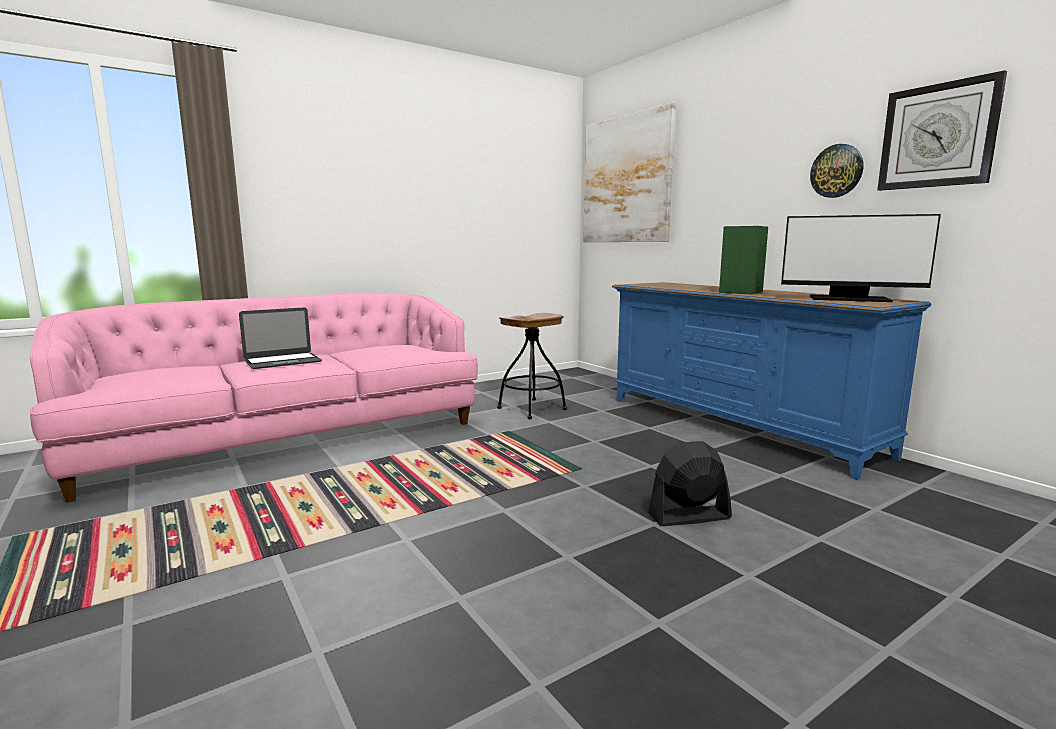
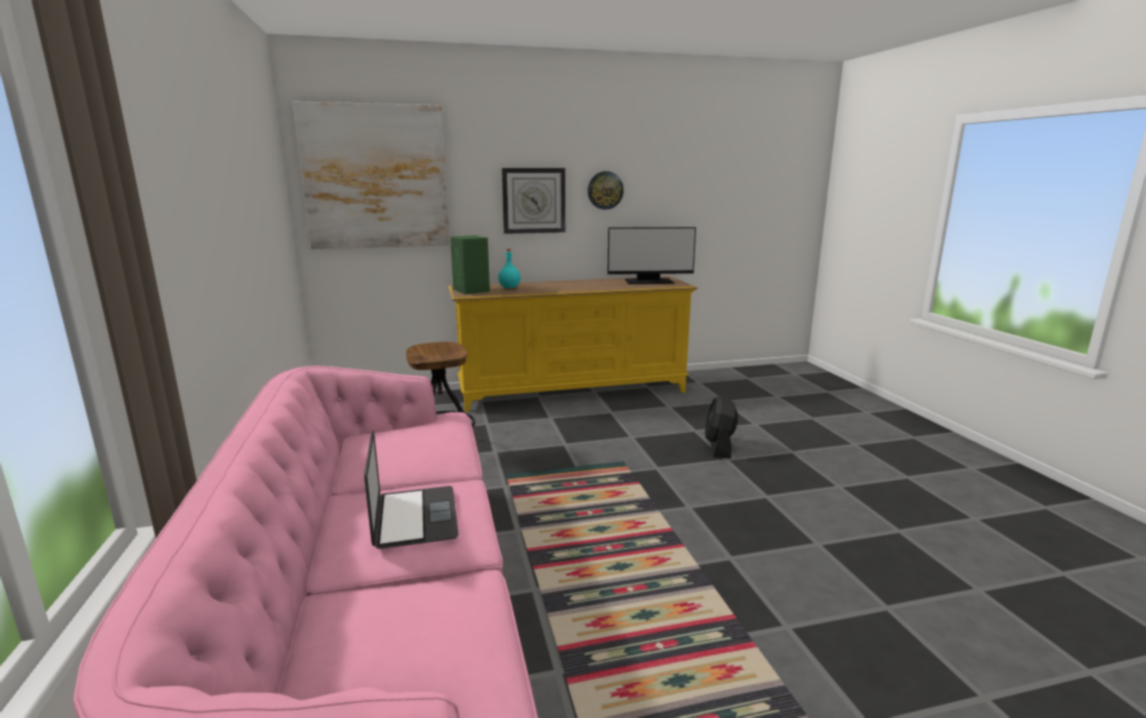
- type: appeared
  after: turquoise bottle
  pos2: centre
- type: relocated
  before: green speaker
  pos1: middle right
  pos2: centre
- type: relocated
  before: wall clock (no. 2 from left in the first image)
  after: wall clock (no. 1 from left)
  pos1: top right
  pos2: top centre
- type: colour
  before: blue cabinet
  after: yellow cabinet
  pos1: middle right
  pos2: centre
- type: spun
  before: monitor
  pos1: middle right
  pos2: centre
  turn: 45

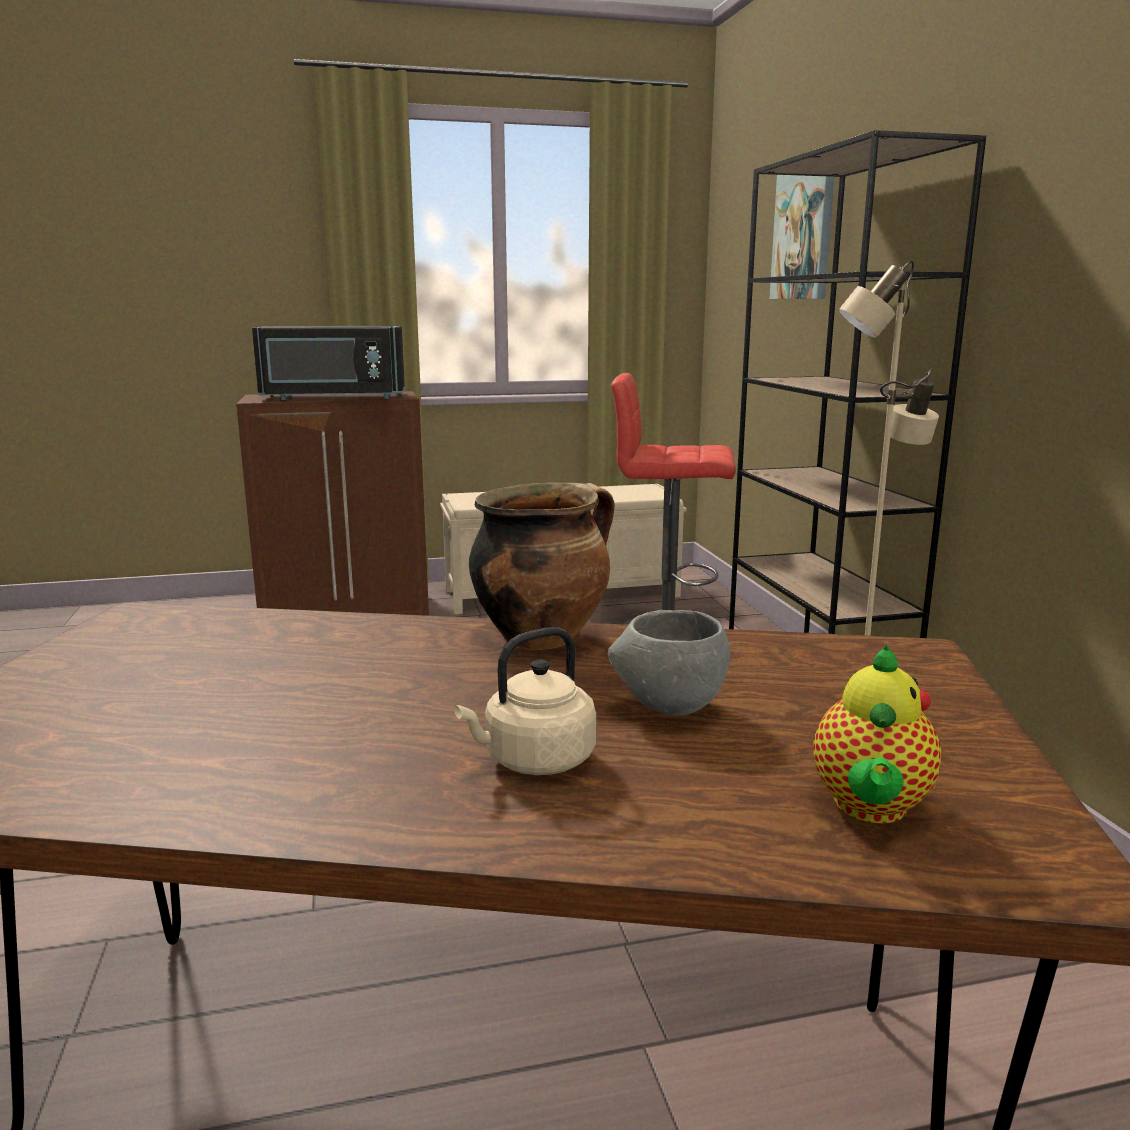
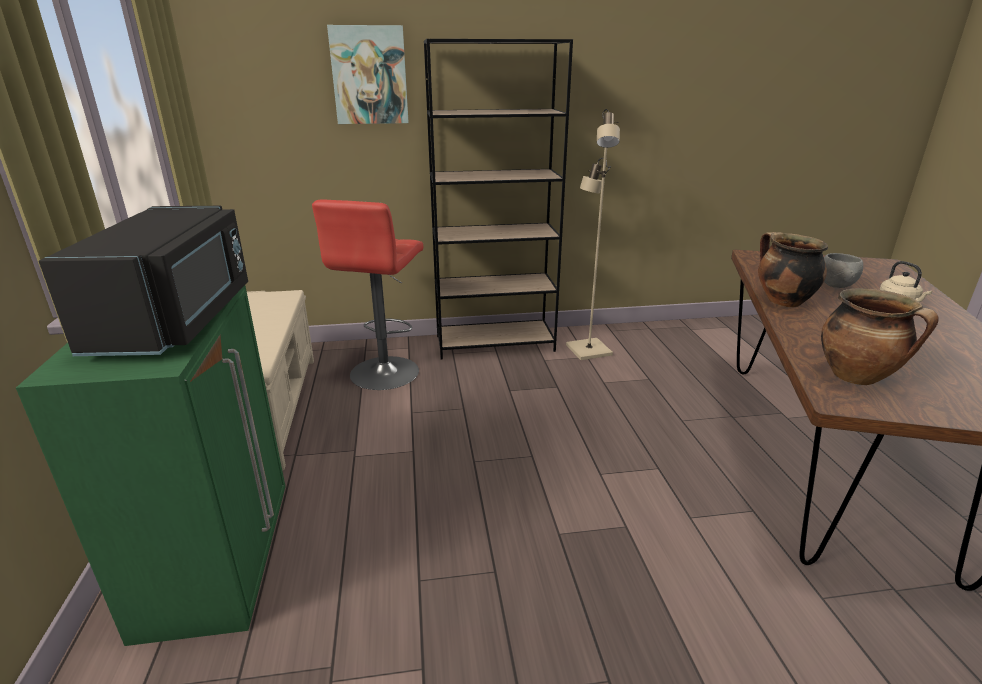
- type: missing
  before: teapot
  pos1: middle right
- type: appeared
  after: cooking pot (no. 2 from left)
  pos2: middle right
- type: colour
  before: brown cabinet
  after: green cabinet
  pos1: middle left
  pos2: bottom left

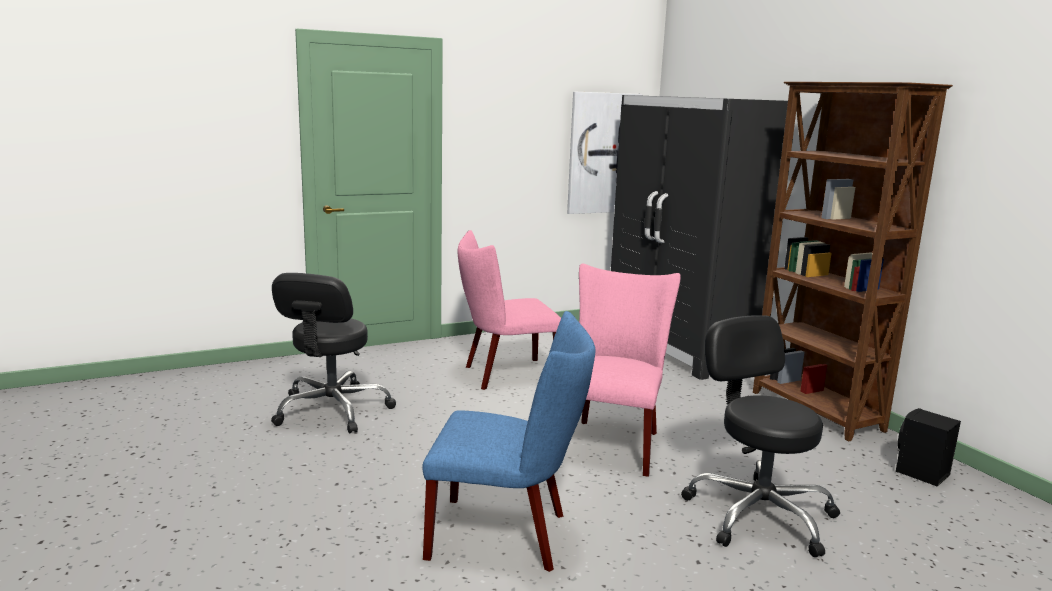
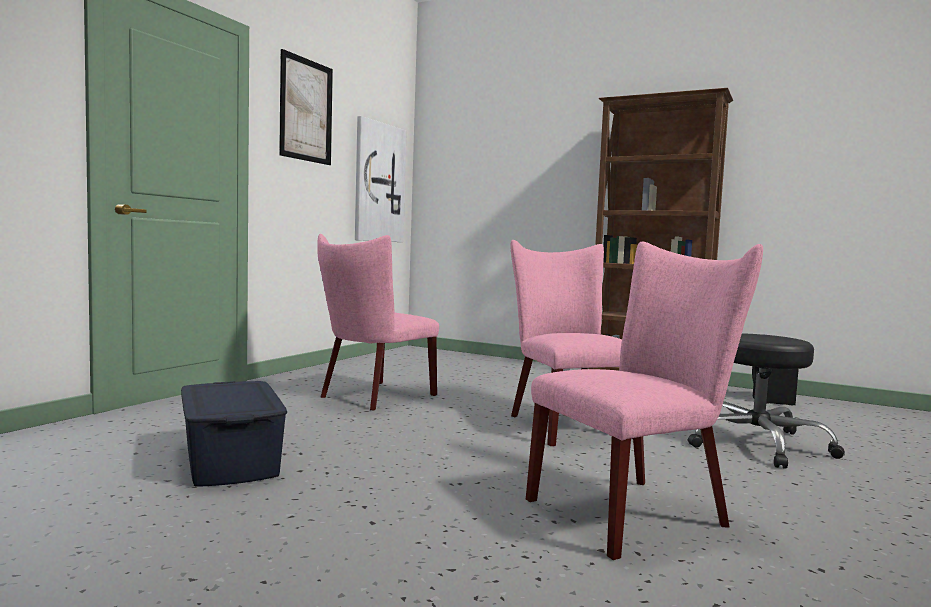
- type: missing
  before: black cabinet
  pos1: centre
- type: appeared
  after: picture (no. 1 from left)
  pos2: top left
- type: exchanged
  before: black office chair (no. 1 from left)
  after: blue storage box
  pos1: middle left
  pos2: bottom left
- type: colour
  before: blue chair
  after: pink chair (no. 3 from left)
  pos1: bottom centre
  pos2: middle right

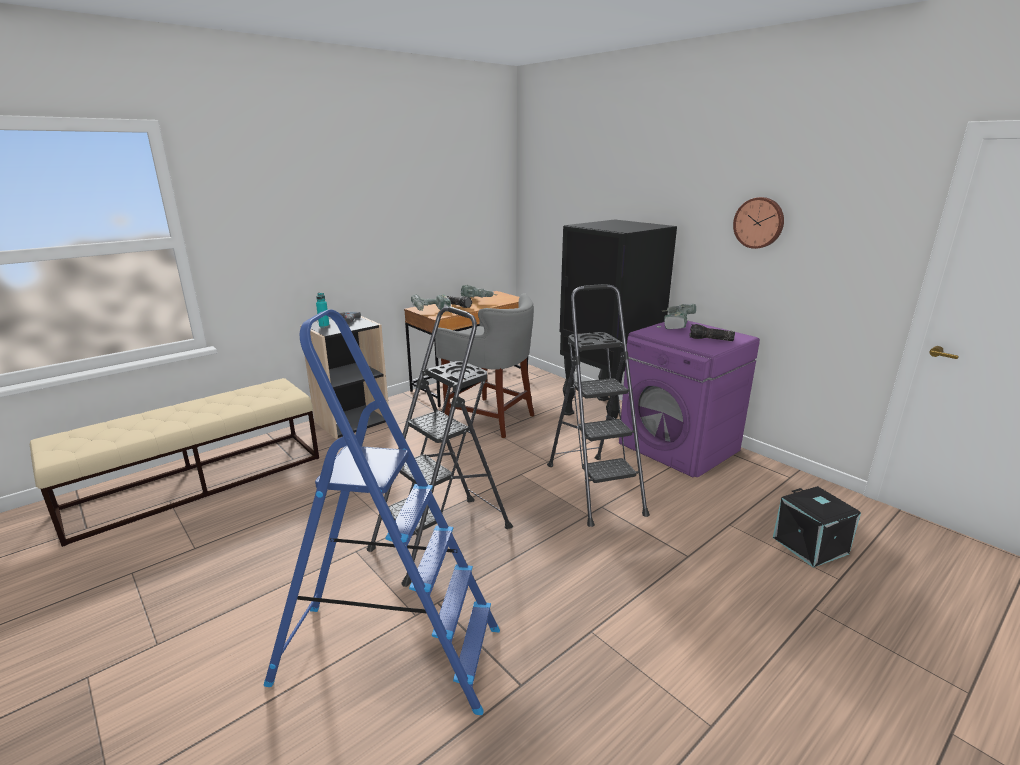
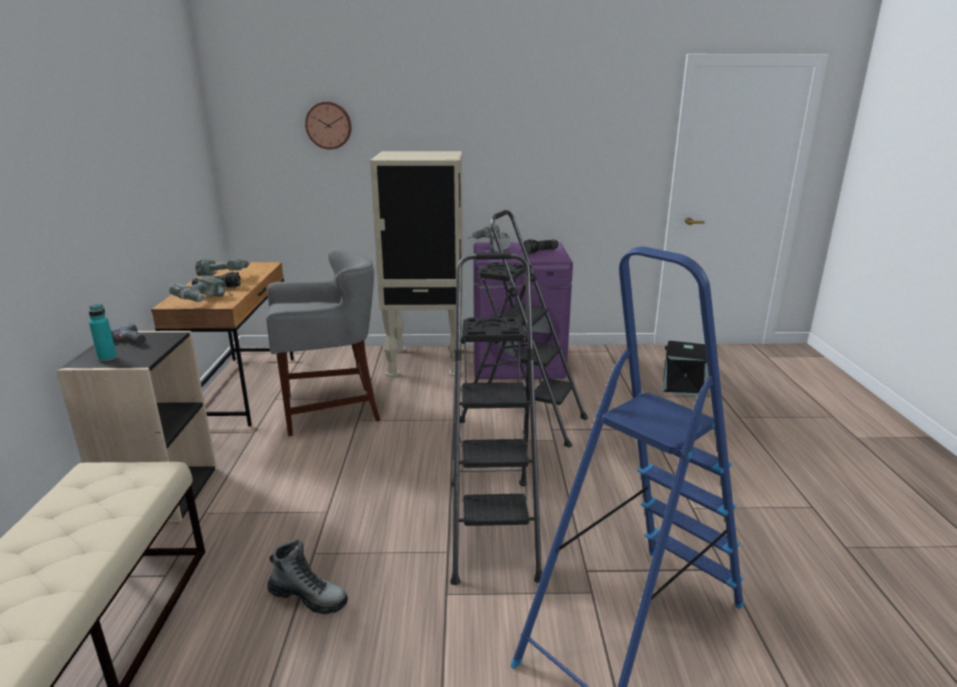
- type: appeared
  after: boot
  pos2: bottom left
- type: relocated
  before: wall clock
  pos1: top right
  pos2: top centre
- type: colour
  before: black cabinet
  after: beige cabinet
  pos1: centre
  pos2: centre

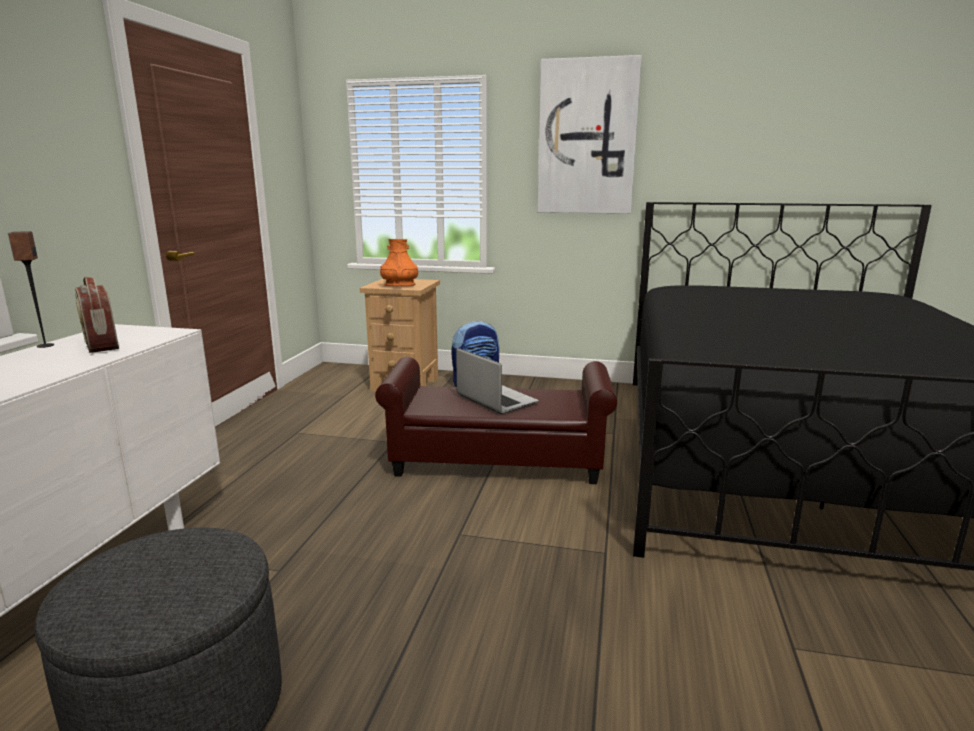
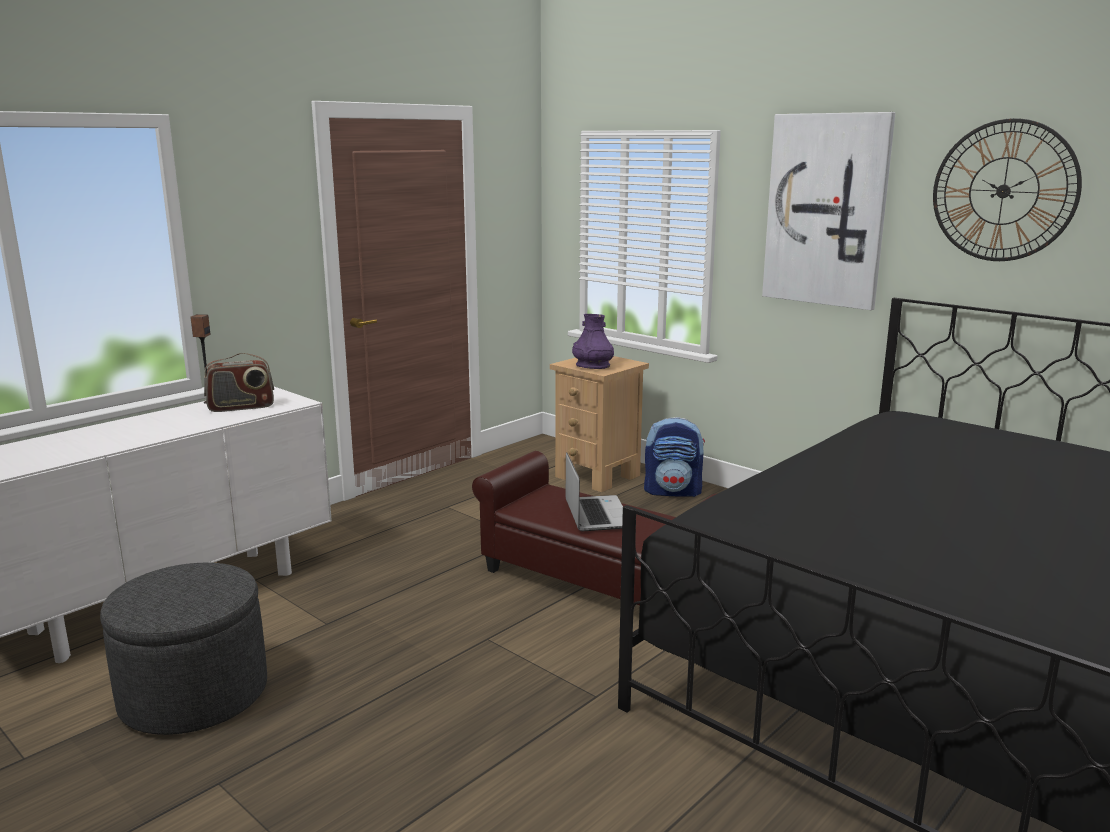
- type: appeared
  after: wall clock
  pos2: top right
- type: colour
  before: orange vase
  after: purple vase
  pos1: centre
  pos2: centre
- type: spun
  before: radio
  pos1: middle left
  pos2: middle left
  turn: -105

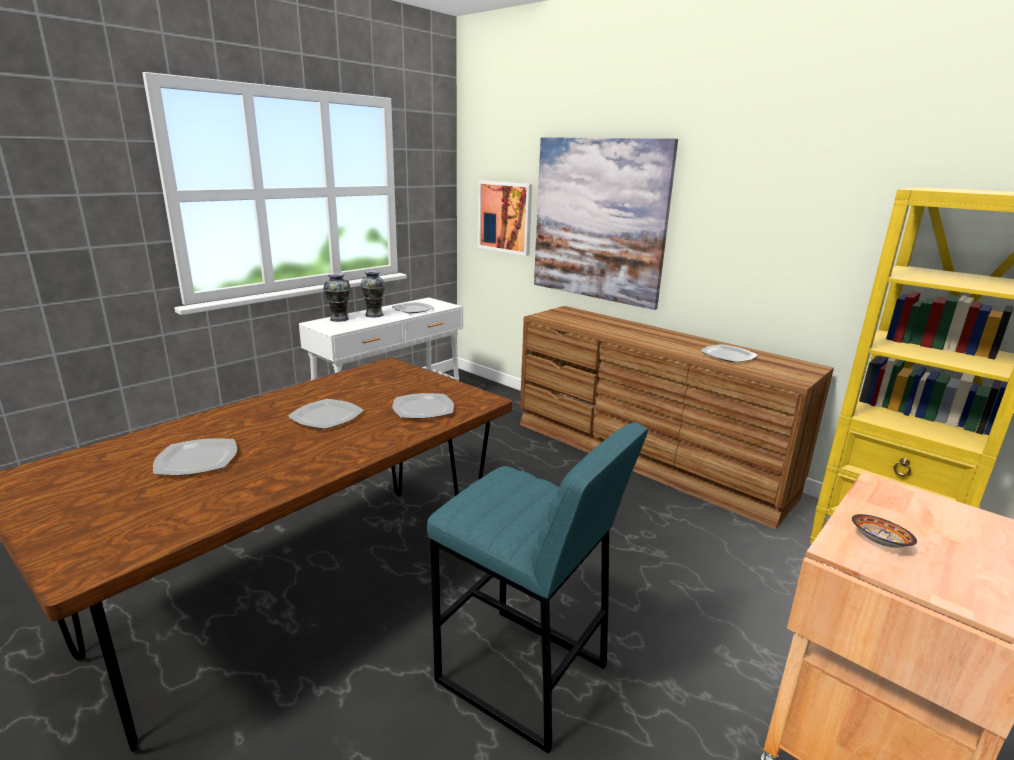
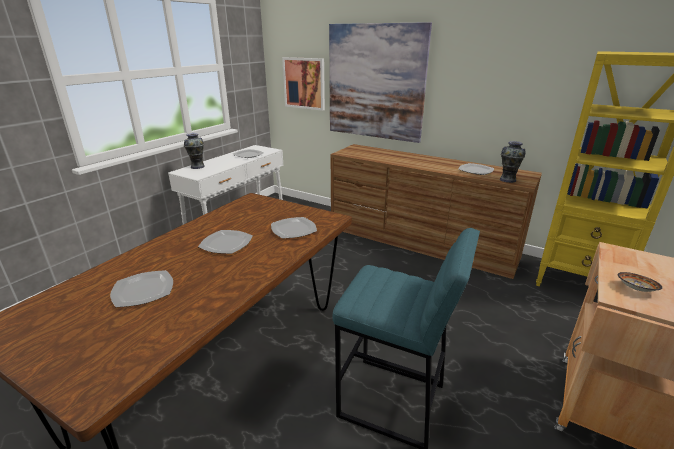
- type: relocated
  before: vase (no. 2 from left)
  pos1: centre
  pos2: middle right

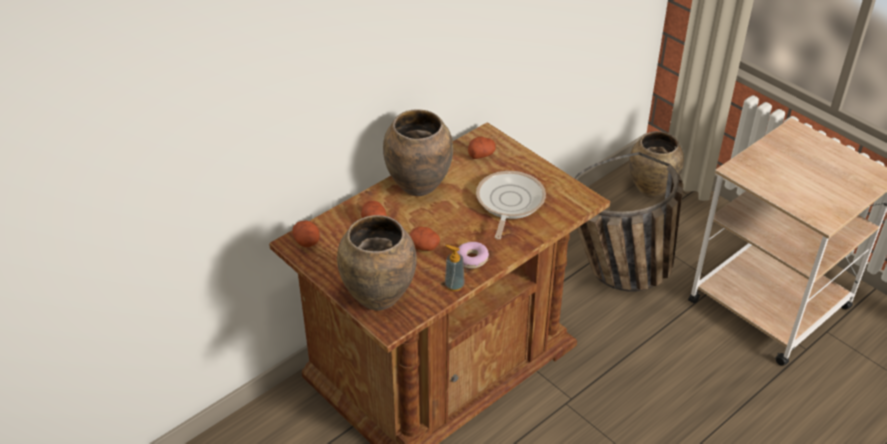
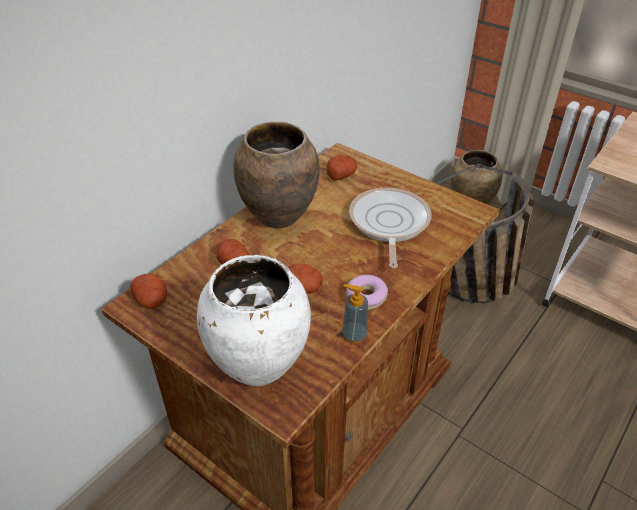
- type: colour
  before: brown vase (no. 1 from left)
  after: white vase
  pos1: centre
  pos2: centre

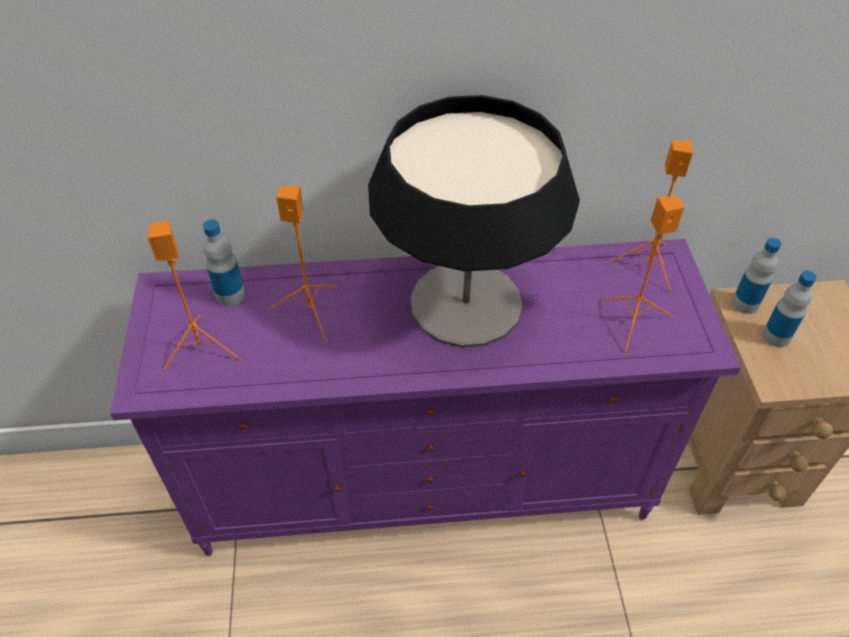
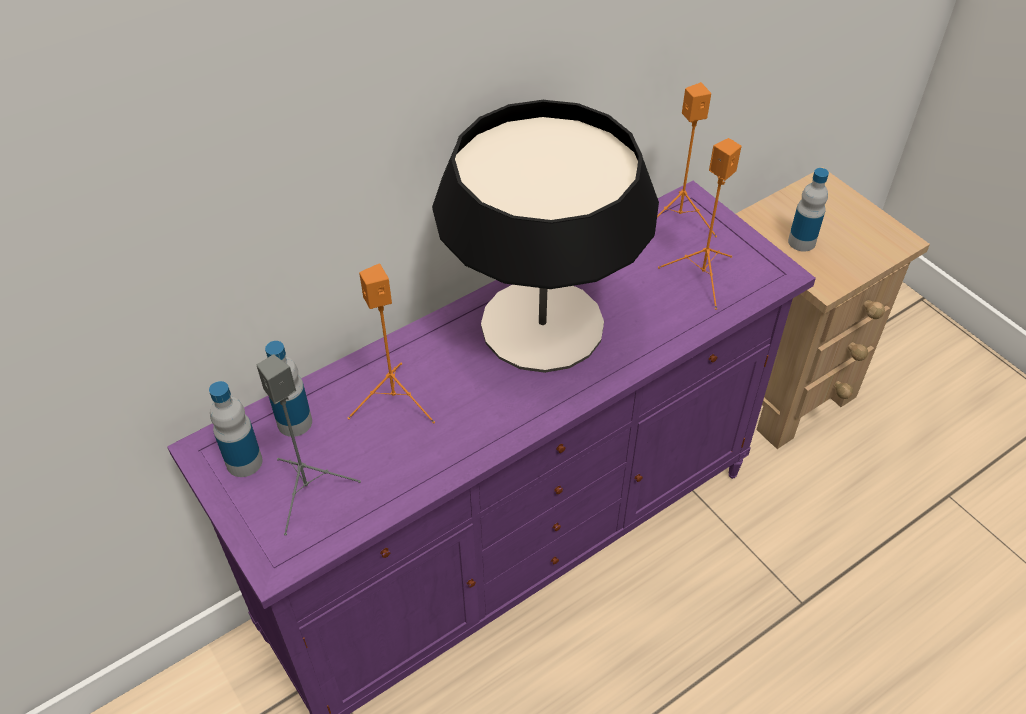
- type: relocated
  before: bottle (no. 2 from left in the first image)
  after: bottle (no. 1 from left)
  pos1: middle right
  pos2: middle left
- type: colour
  before: orange speaker (no. 1 from left)
  after: grey speaker
  pos1: middle left
  pos2: middle left

